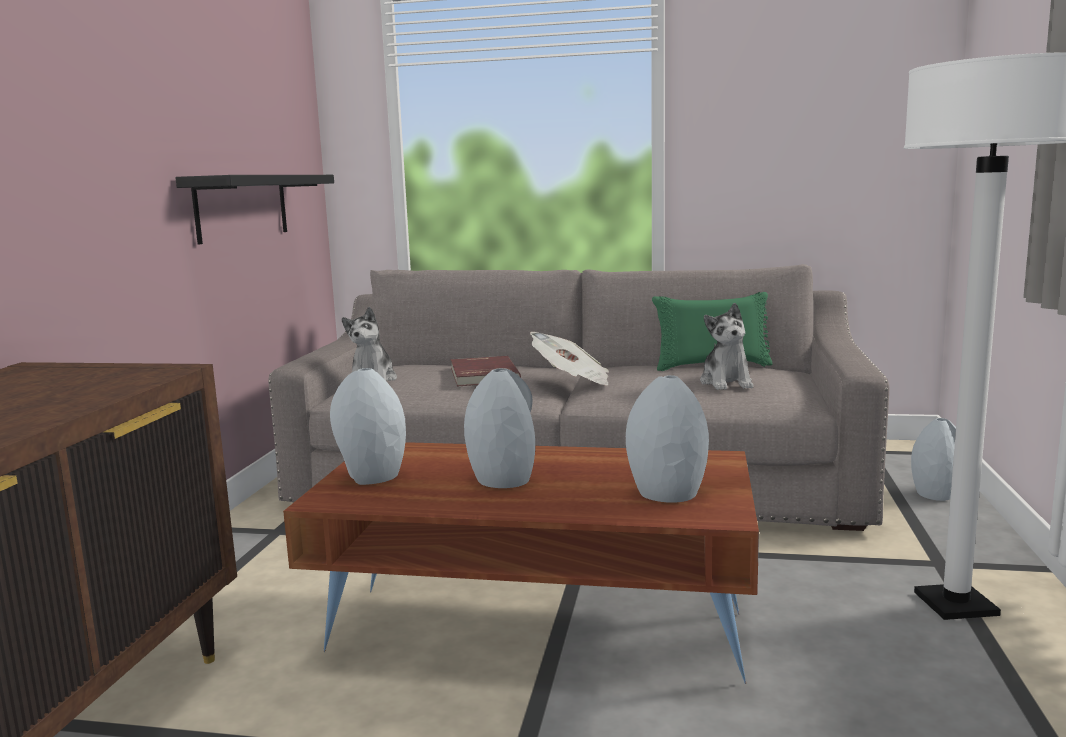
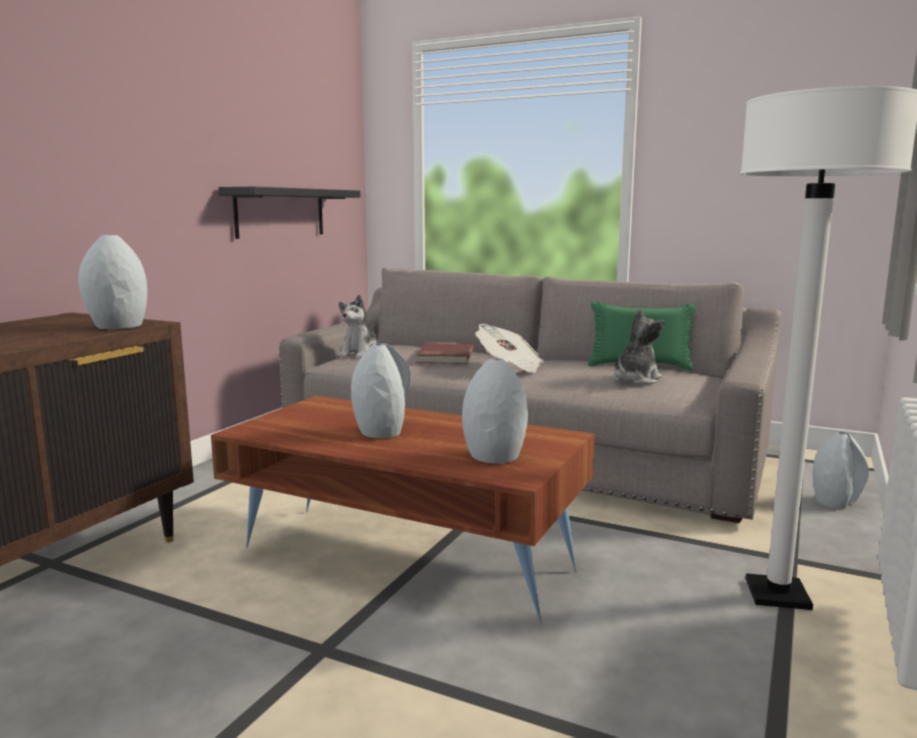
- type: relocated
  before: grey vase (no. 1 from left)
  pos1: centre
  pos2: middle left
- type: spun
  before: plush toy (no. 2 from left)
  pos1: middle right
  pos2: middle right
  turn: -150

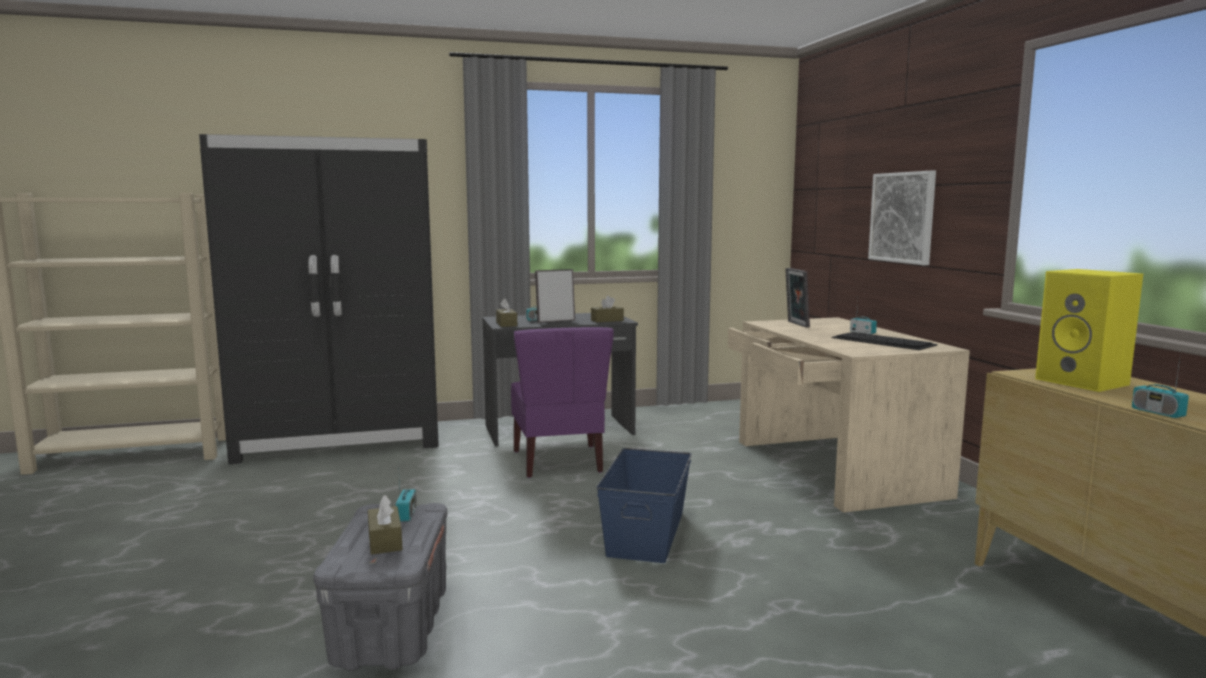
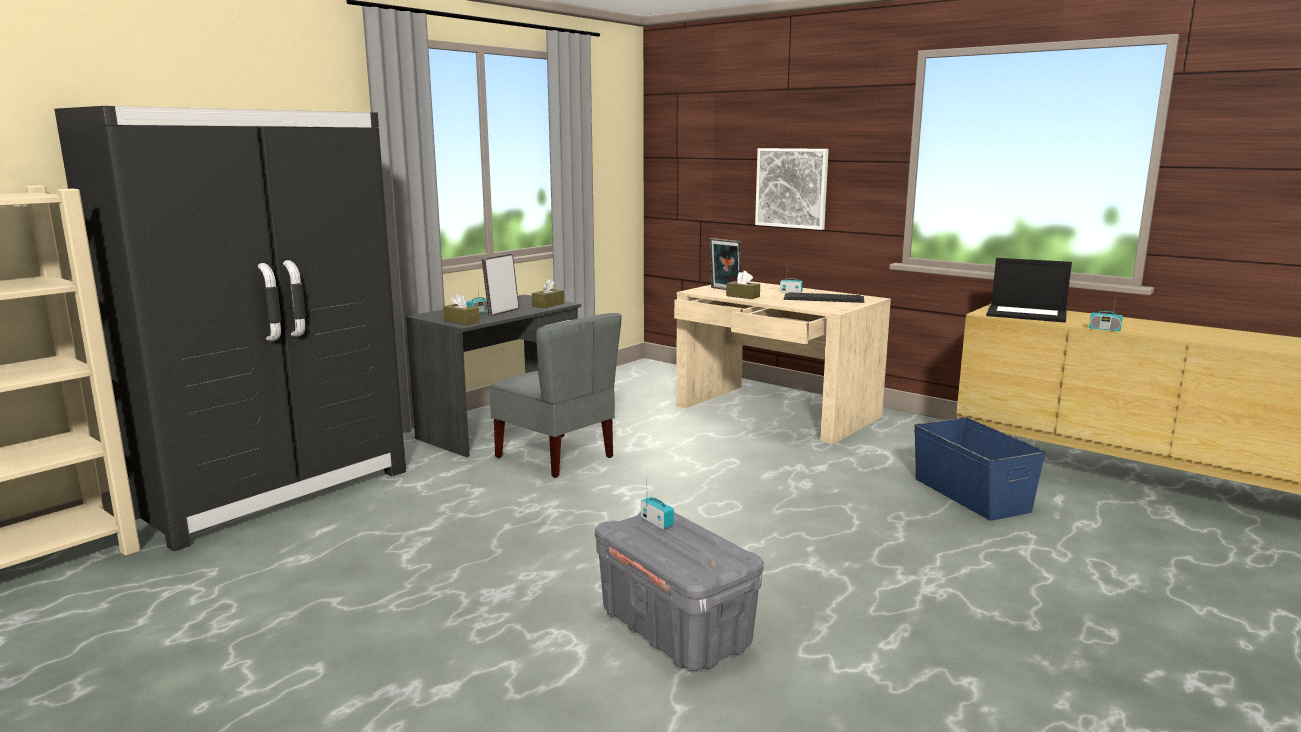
- type: relocated
  before: brown tissue box (no. 1 from left in the first image)
  after: brown tissue box (no. 3 from left)
  pos1: bottom left
  pos2: centre
- type: relocated
  before: blue storage box
  pos1: bottom centre
  pos2: middle right
- type: exchanged
  before: yellow speaker
  after: laptop
  pos1: middle right
  pos2: middle right
- type: colour
  before: purple chair
  after: grey chair
  pos1: centre
  pos2: centre

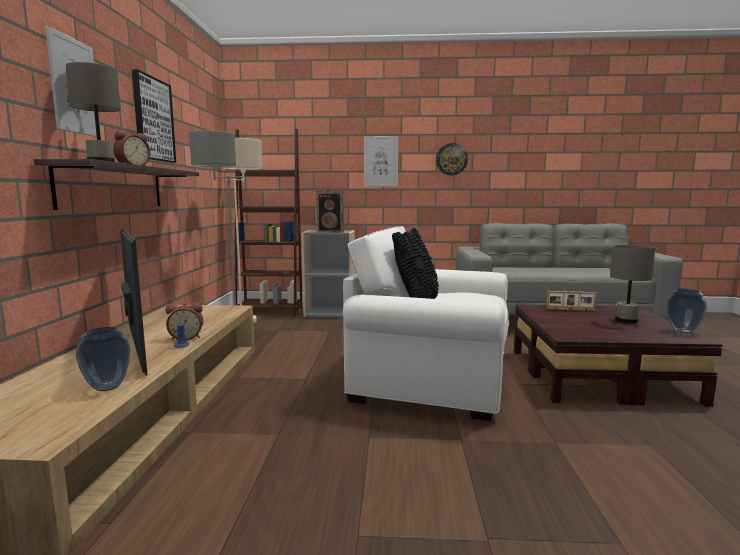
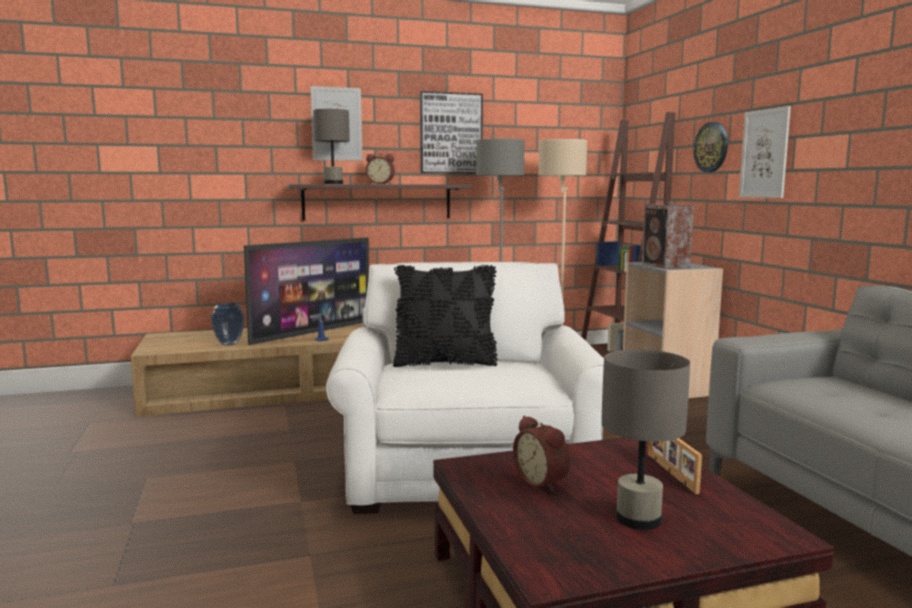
- type: missing
  before: vase (no. 2 from left)
  pos1: middle right
- type: relocated
  before: alarm clock (no. 2 from left)
  pos1: middle left
  pos2: bottom centre
- type: relocated
  before: wall clock
  pos1: top centre
  pos2: top right

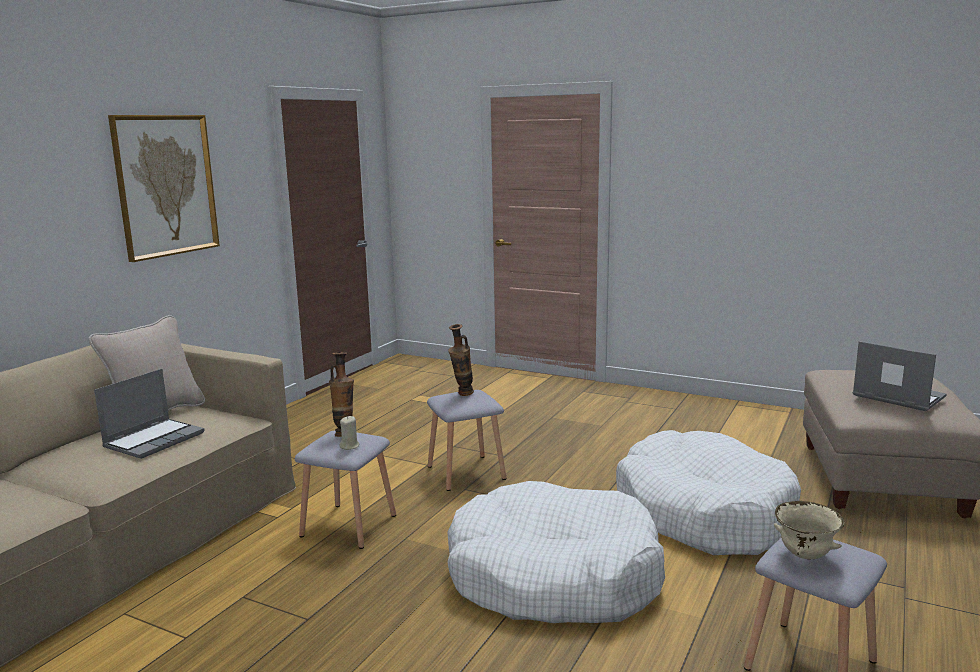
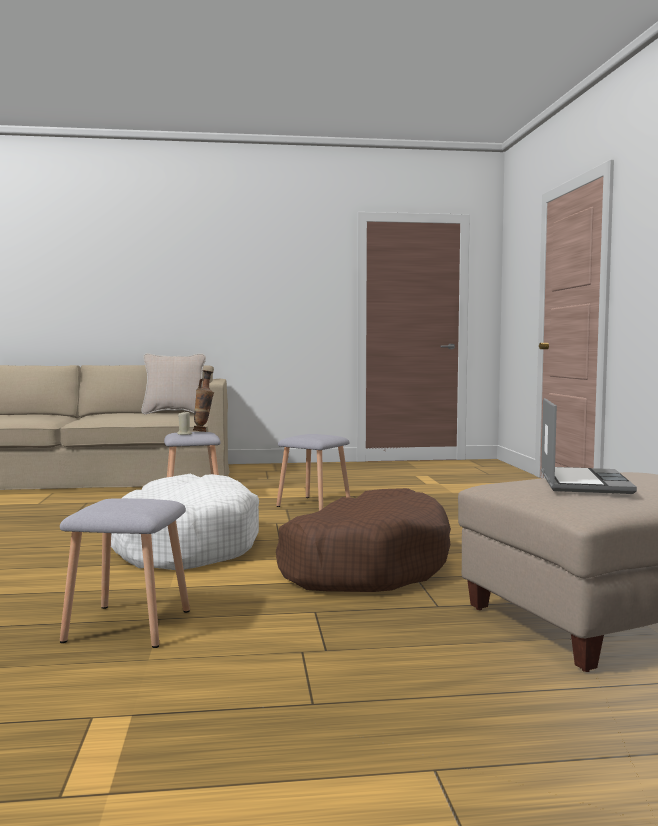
- type: missing
  before: laptop (no. 1 from left)
  pos1: middle left
- type: missing
  before: picture
  pos1: top left
- type: missing
  before: vase (no. 2 from left)
  pos1: centre
- type: missing
  before: beige bowl
  pos1: bottom right
- type: colour
  before: white dog bed (no. 2 from left)
  after: brown dog bed
  pos1: bottom right
  pos2: centre

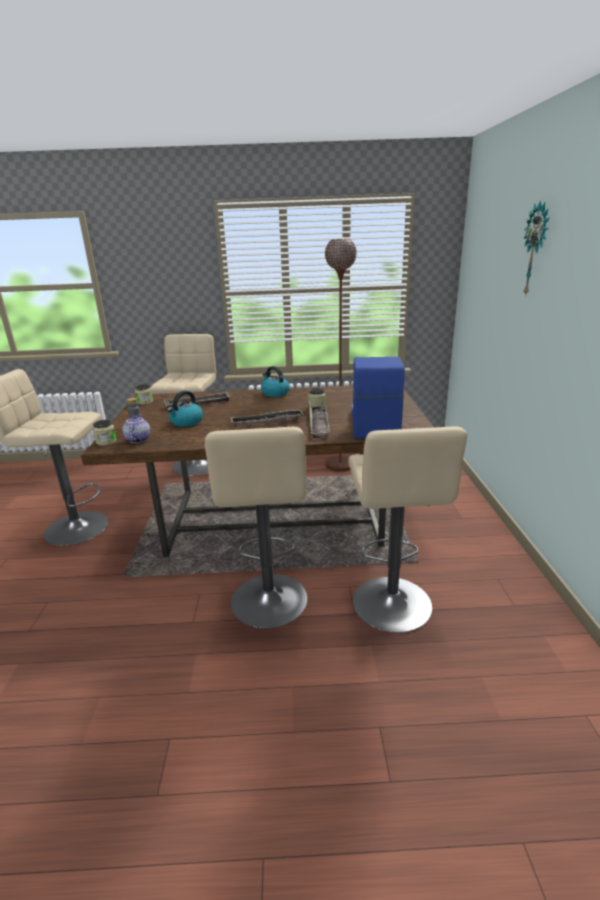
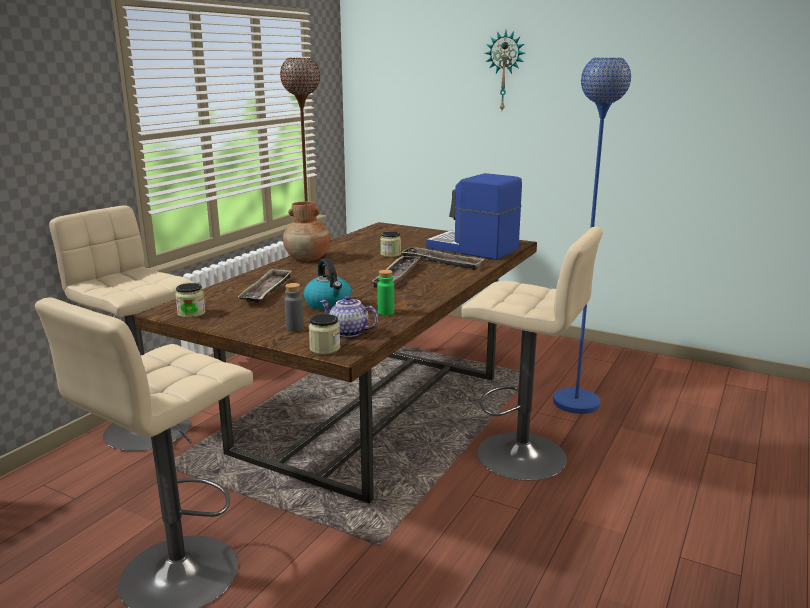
- type: appeared
  after: green bottle
  pos2: centre
- type: exchanged
  before: kettle (no. 2 from left)
  after: brown vase
  pos1: centre
  pos2: centre
- type: exchanged
  before: beige stool (no. 4 from left)
  after: blue floor lamp
  pos1: middle right
  pos2: middle right

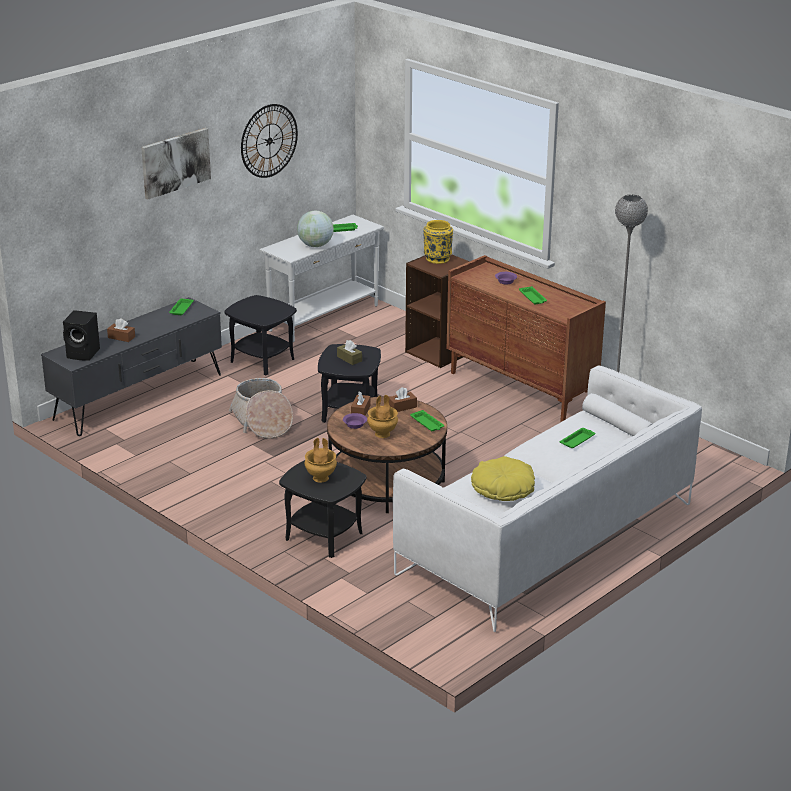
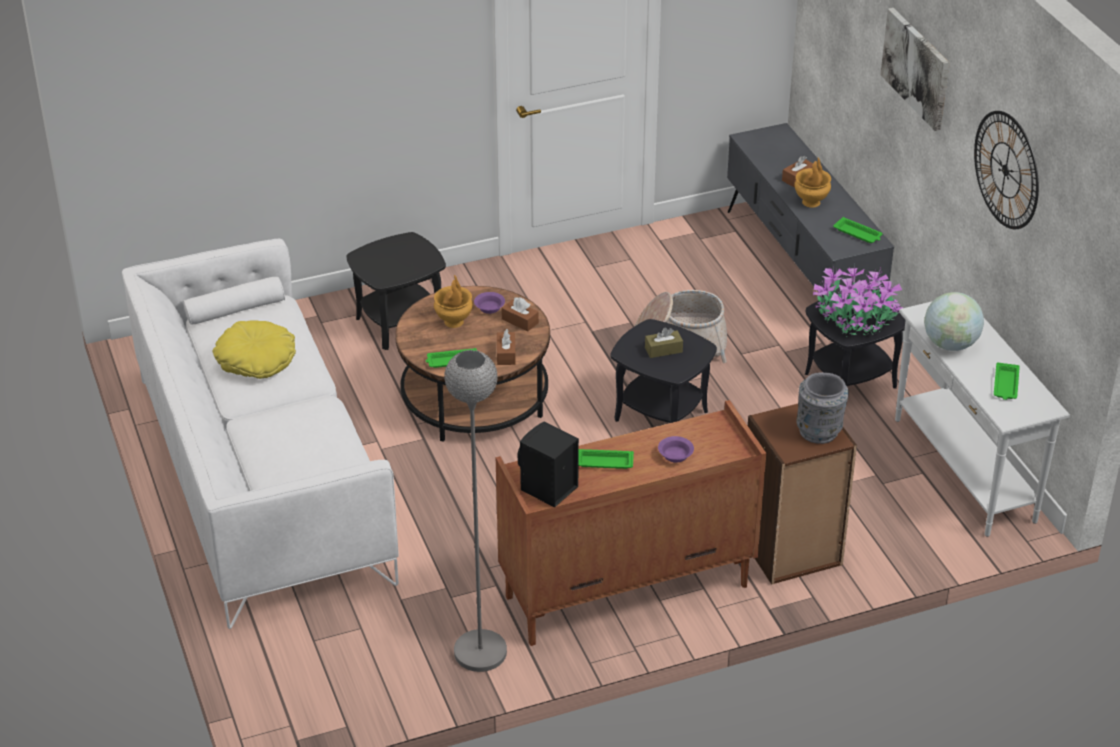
- type: missing
  before: green tray (no. 5 from left)
  pos1: middle right
- type: appeared
  after: potted plant
  pos2: middle right
- type: relocated
  before: black speaker
  pos1: middle left
  pos2: centre
- type: relocated
  before: brown vase (no. 1 from left in the first image)
  after: brown vase (no. 2 from left)
  pos1: centre
  pos2: top right
- type: colour
  before: yellow vase
  after: grey vase
  pos1: top centre
  pos2: middle right

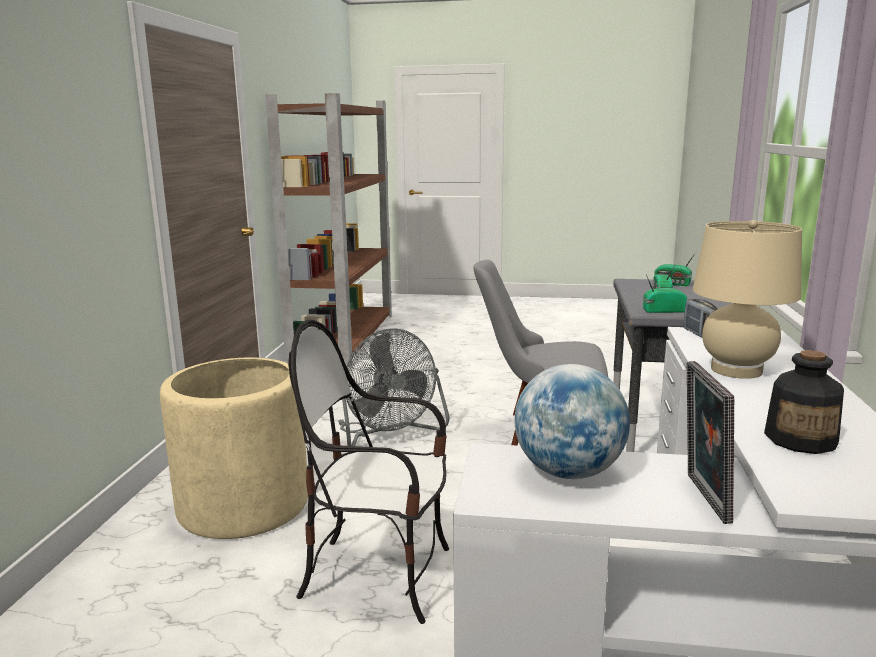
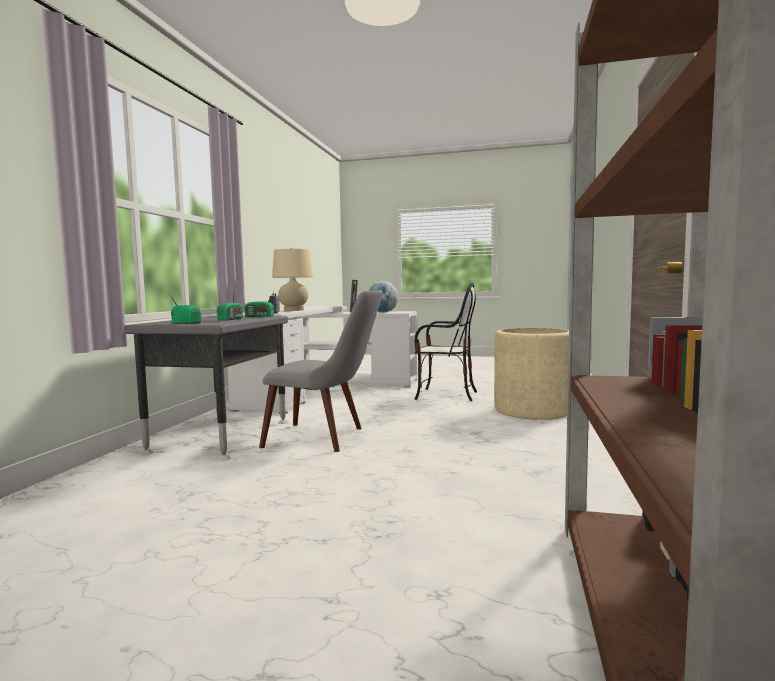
- type: missing
  before: grey fan
  pos1: centre
- type: missing
  before: bottle
  pos1: middle right

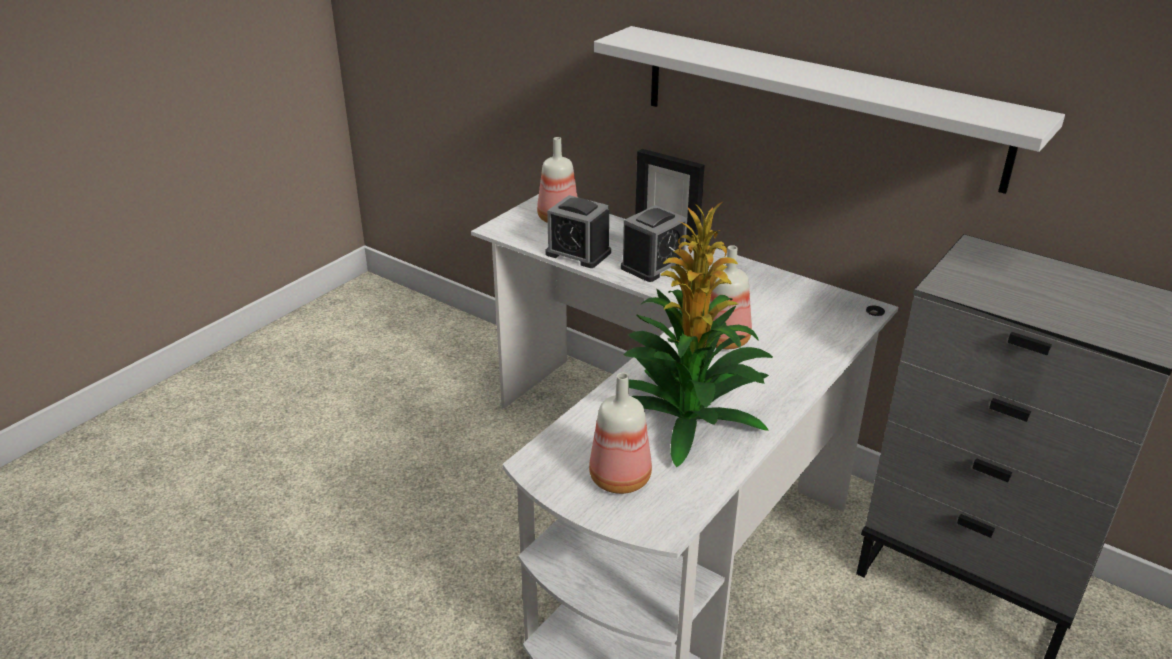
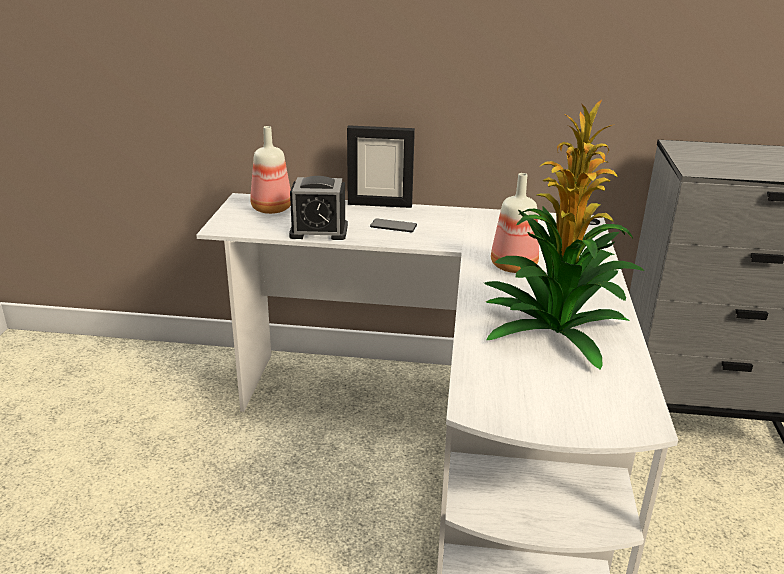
- type: missing
  before: bottle (no. 2 from left)
  pos1: centre
- type: missing
  before: white shelf
  pos1: top right
- type: exchanged
  before: alarm clock (no. 2 from left)
  after: phone
  pos1: centre
  pos2: centre

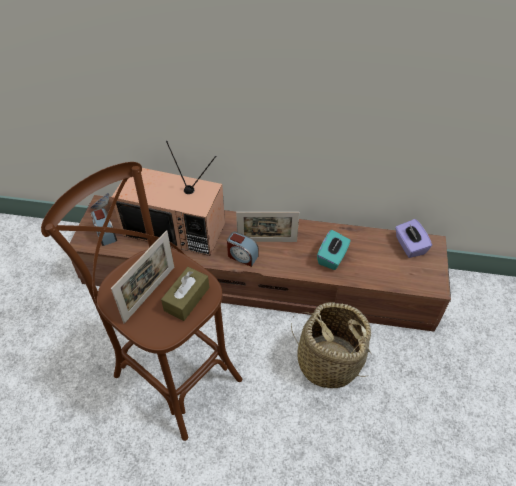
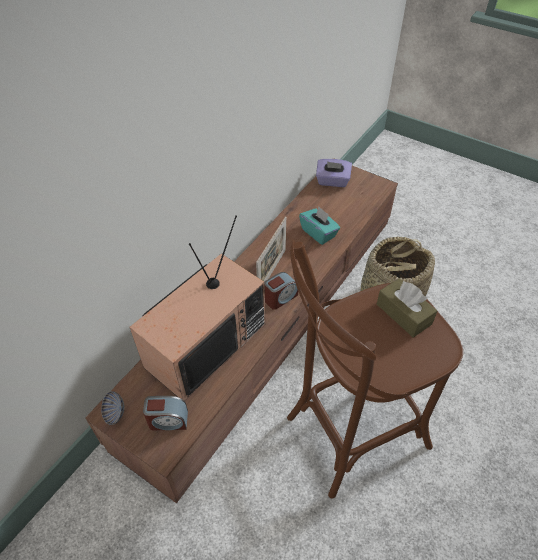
- type: missing
  before: picture frame (no. 1 from left)
  pos1: middle left

